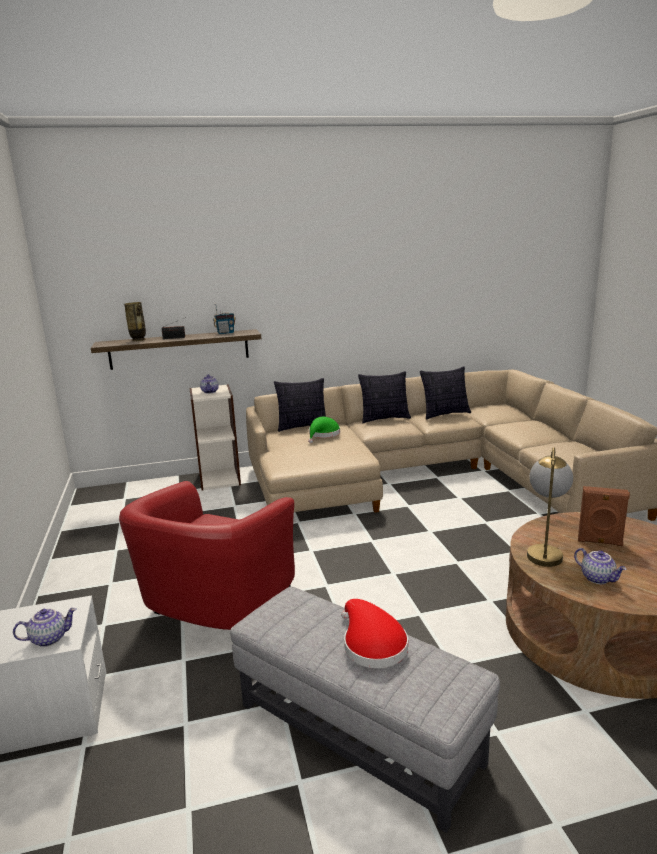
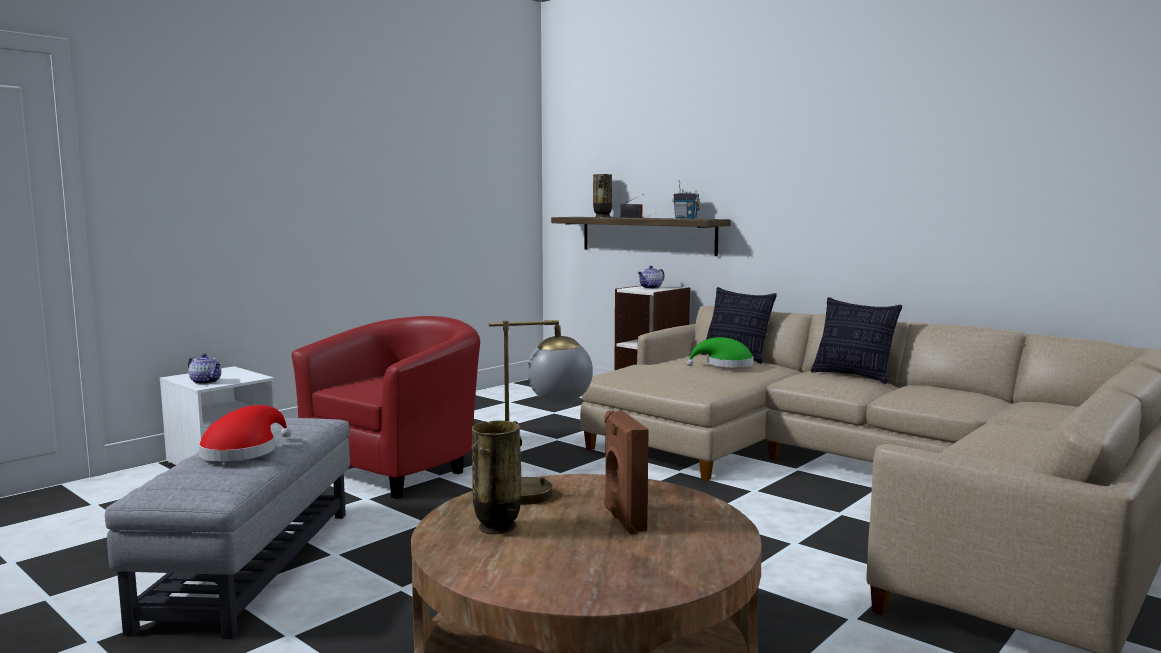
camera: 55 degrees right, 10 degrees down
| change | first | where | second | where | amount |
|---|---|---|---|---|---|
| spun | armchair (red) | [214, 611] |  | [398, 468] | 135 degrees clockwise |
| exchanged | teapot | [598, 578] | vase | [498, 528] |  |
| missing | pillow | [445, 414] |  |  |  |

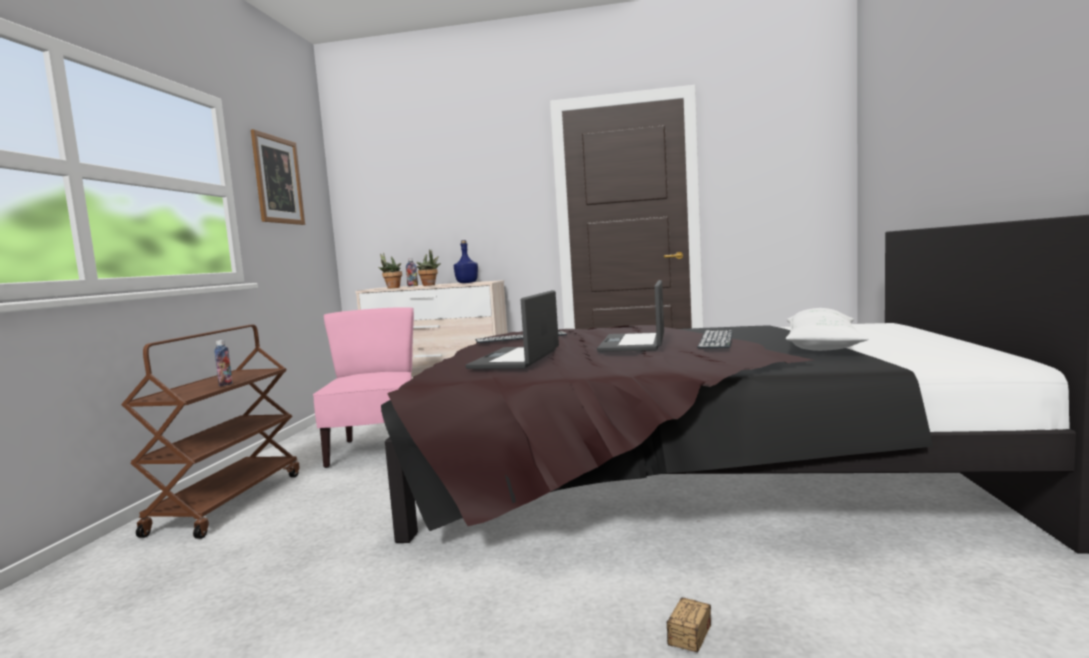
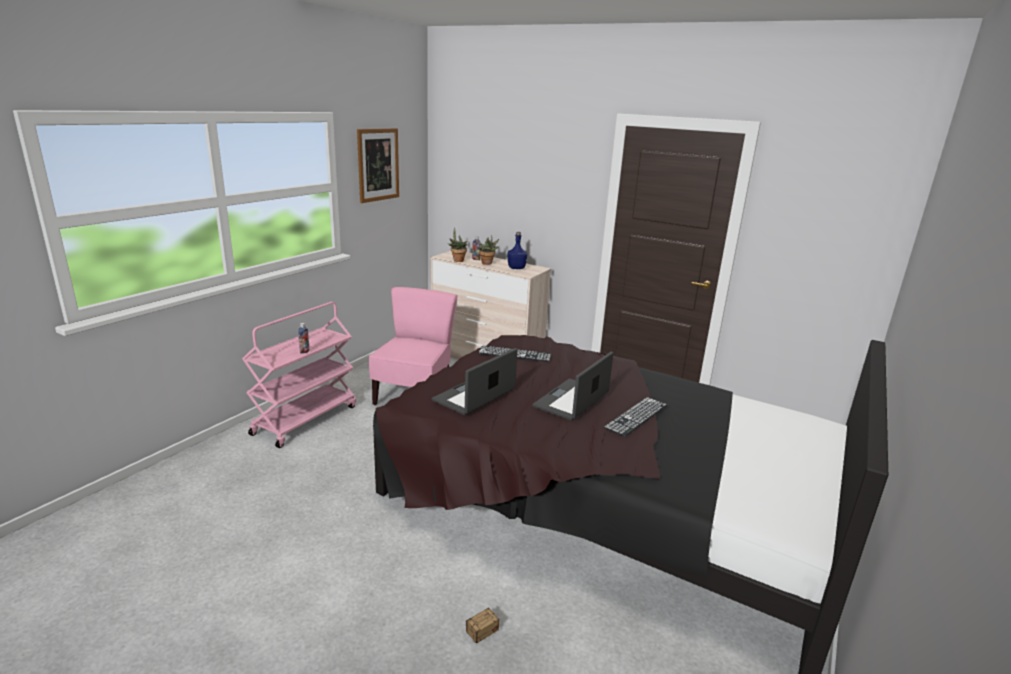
camera: 20 degrees right, 15 degrees up
| change | first | where | second | where | amount |
|---|---|---|---|---|---|
| colour | cart (brown) | [228, 502] | cart (pink) | [305, 419] |  |
| missing | pillow (white) | [822, 345] |  |  |  |

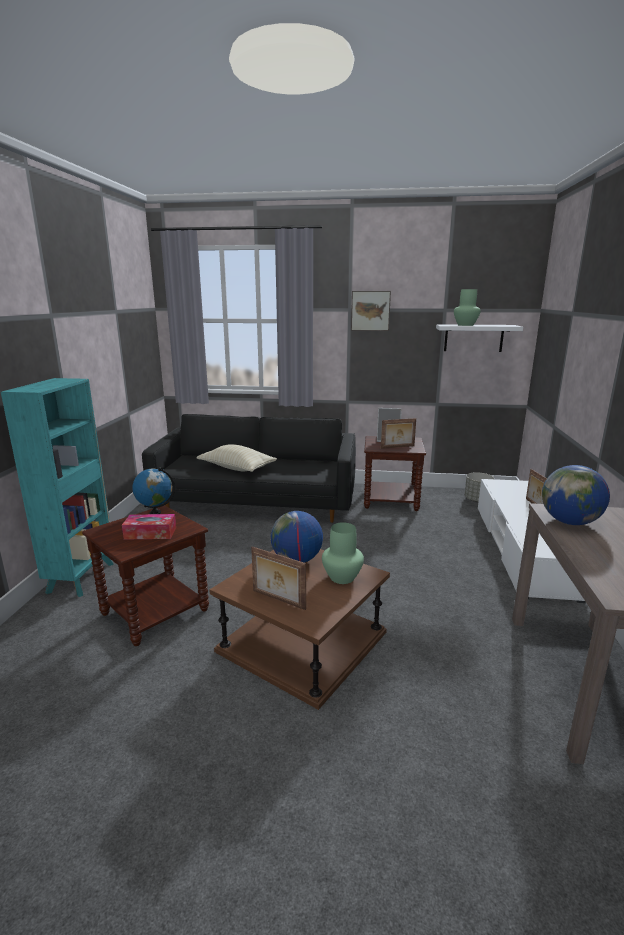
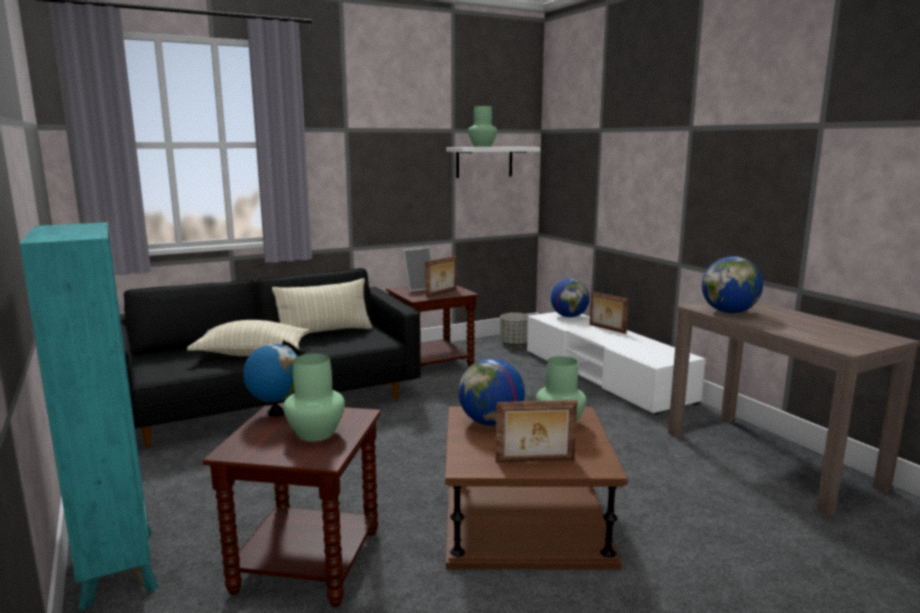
camera: 35 degrees left, 5 degrees down
| change | first | where | second | where | amount |
|---|---|---|---|---|---|
| appeared |  |  | pillow (beige) | [324, 333] |  |
| exchanged | tissue box | [150, 533] | vase (green) | [316, 433] |  |
| appeared |  |  | globe | [569, 316] |  |
| missing | picture | [370, 310] |  |  |  |

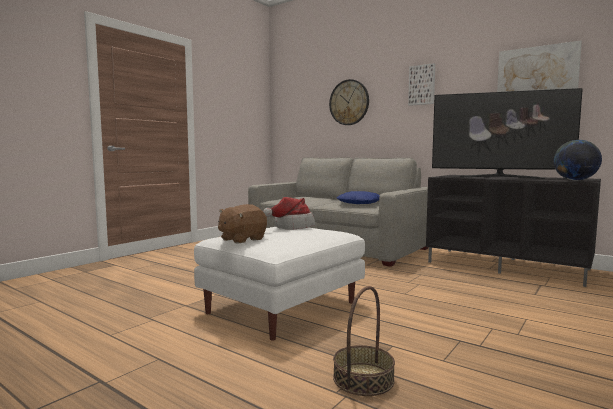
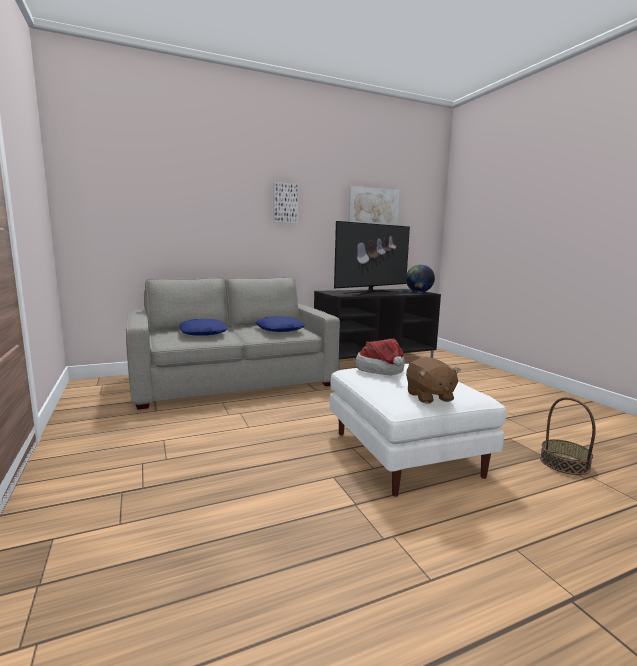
camera: 60 degrees left, 5 degrees up
| change | first | where | second | where | amount |
|---|---|---|---|---|---|
| appeared |  |  | pillow (blue) | [203, 333] |  |
| missing | wall clock | [349, 102] |  |  |  |

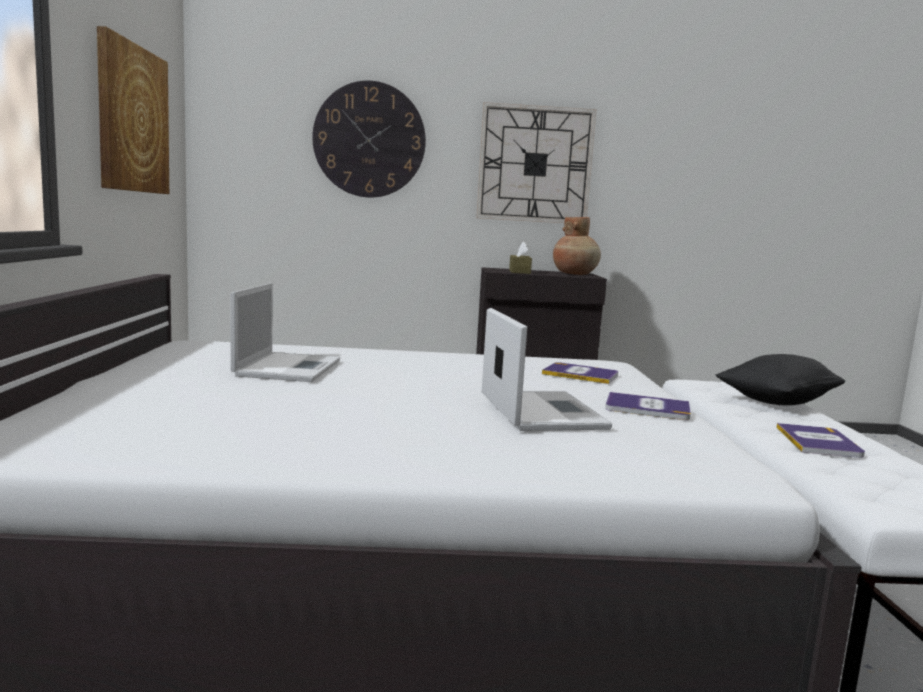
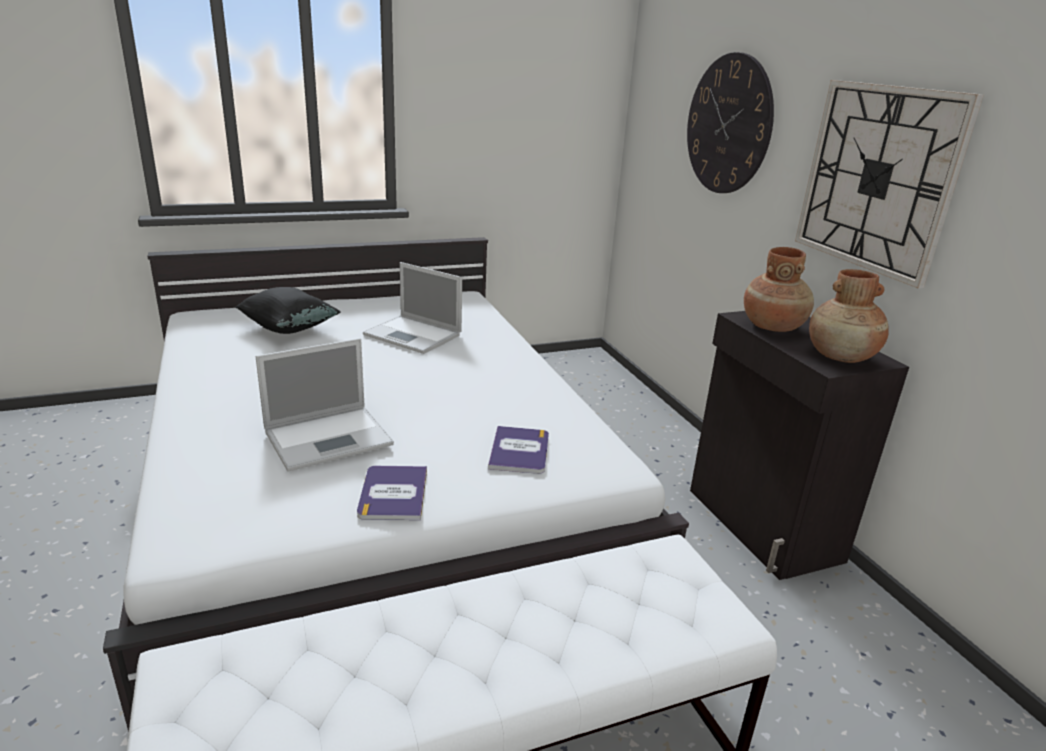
camera: 70 degrees right, 15 degrees up
| change | first | where | second | where | amount |
|---|---|---|---|---|---|
| relocated | pillow (black) | [777, 402] |  | [289, 328] |  |
| spun | laptop | [288, 367] |  | [414, 335] | 45 degrees clockwise |
| exchanged | tissue box (brown) | [519, 272] | vase (brown) | [772, 327] |  |
| missing | picture | [132, 119] |  |  |  |
| missing | book | [818, 442] |  |  |  |

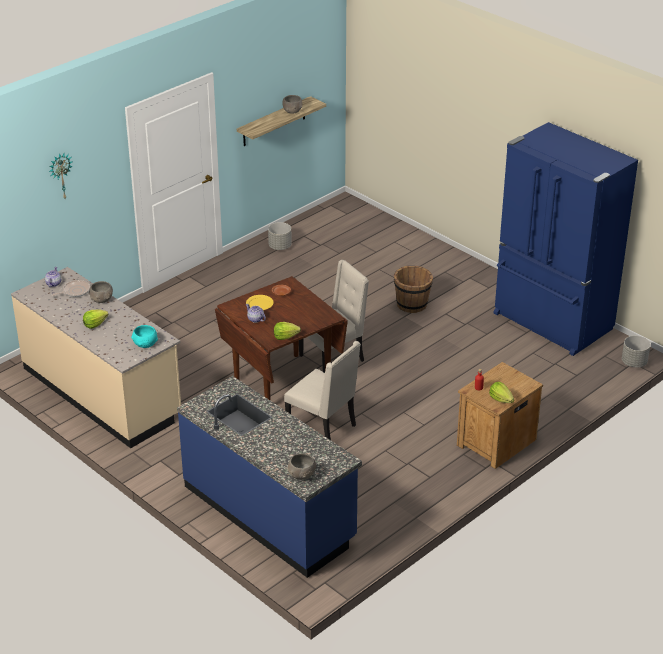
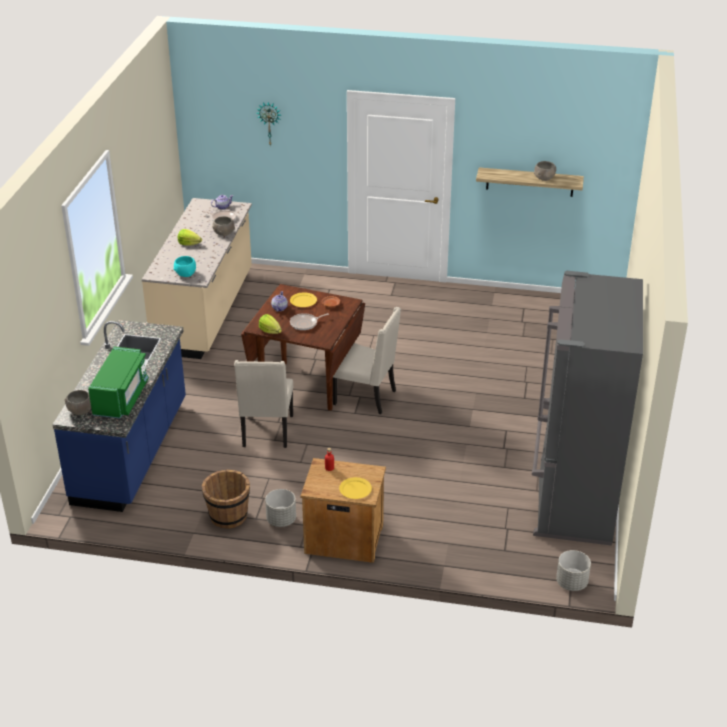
camera: 55 degrees right, 0 degrees up
| change | first | where | second | where | amount |
|---|---|---|---|---|---|
| appeared |  |  | microwave (green) | [121, 397] |  |
| relocated | bucket (brown) | [412, 304] |  | [228, 516] |  |
| relocated | planter (grey) | [280, 246] |  | [281, 520] |  |
| appeared |  |  | frying pan | [305, 324] |  |
| appeared |  |  | plate (yellow) | [355, 490] |  |
| colour | fridge (blue) | [551, 322] | fridge (grey) | [572, 500] |  |
| missing | lettuce | [501, 399] |  |  |  |

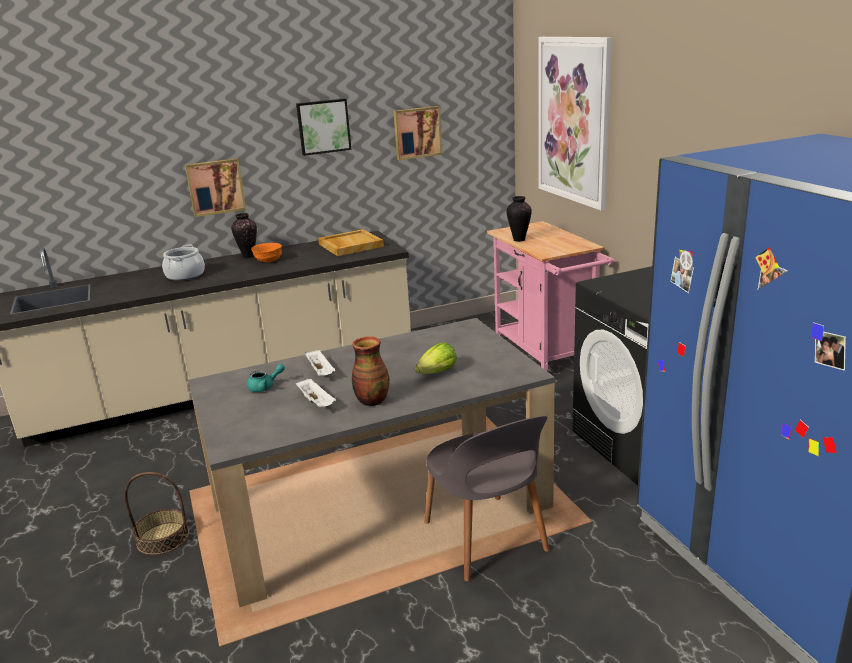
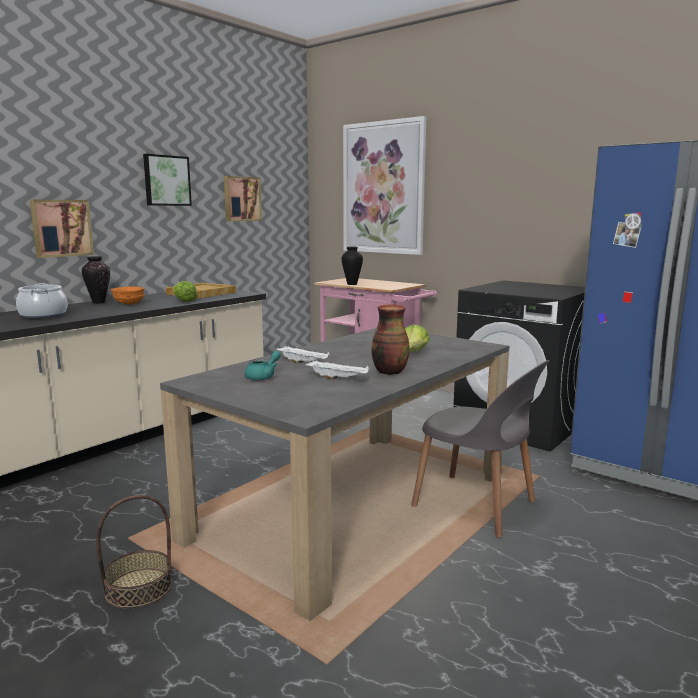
camera: 30 degrees left, 10 degrees down
| change | first | where | second | where | amount |
|---|---|---|---|---|---|
| appeared |  |  | lettuce | [183, 300] |  |

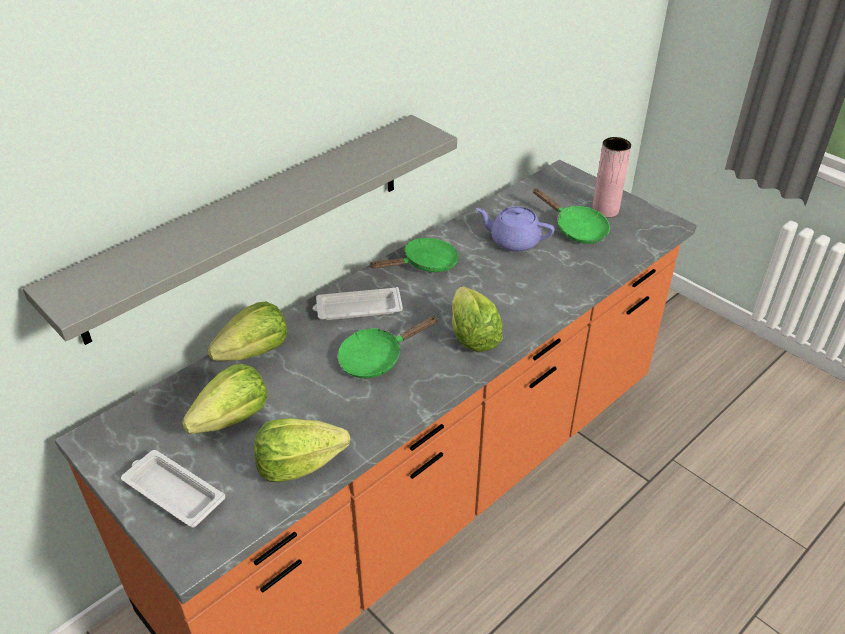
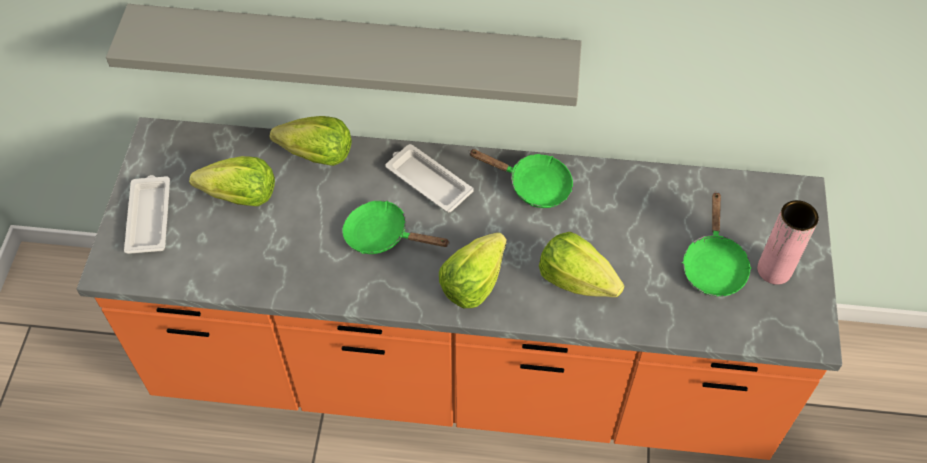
camera: 50 degrees right, 15 degrees up
| change | first | where | second | where | amount |
|---|---|---|---|---|---|
| relocated | lettuce | [299, 464] |  | [576, 280] |  |
| missing | teapot (purple) | [513, 241] |  |  |  |

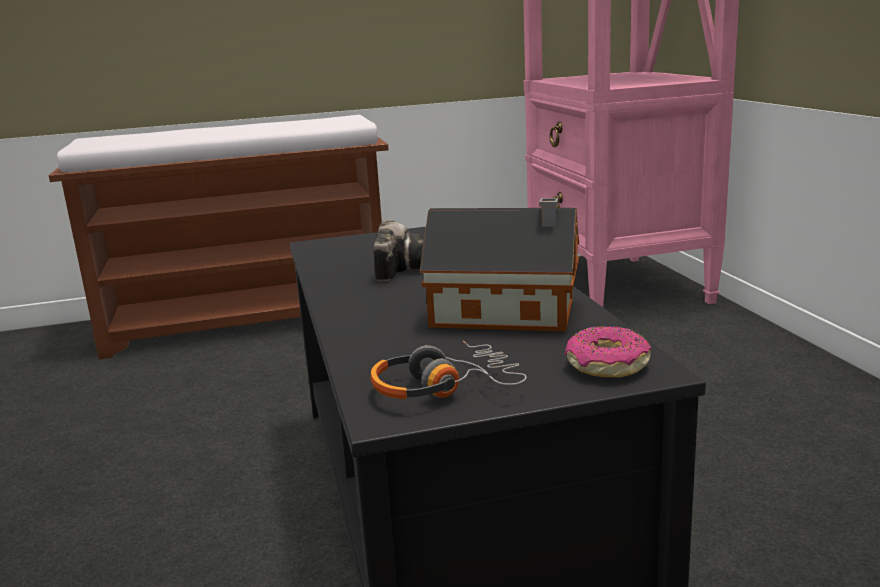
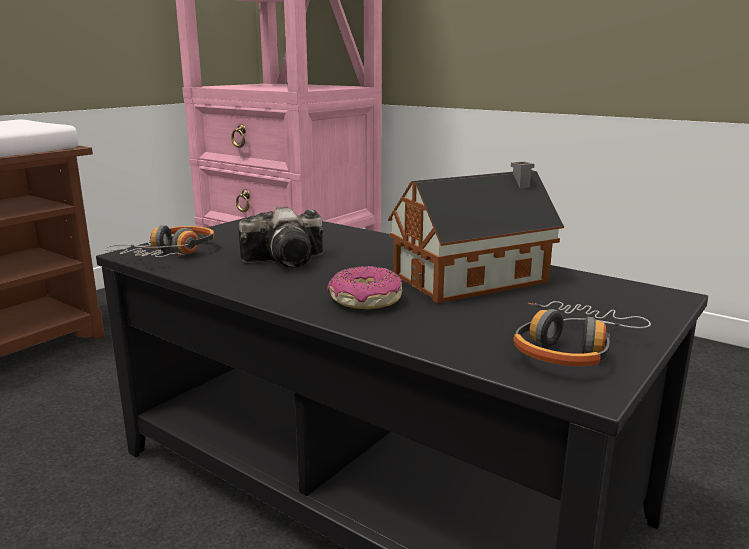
camera: 40 degrees left, 0 degrees up
| change | first | where | second | where | amount |
|---|---|---|---|---|---|
| appeared |  |  | headphones | [170, 254] |  |
| spun | photo camera | [400, 268] |  | [289, 260] | 105 degrees clockwise |
| relocated | donut | [606, 366] |  | [365, 300] |  |

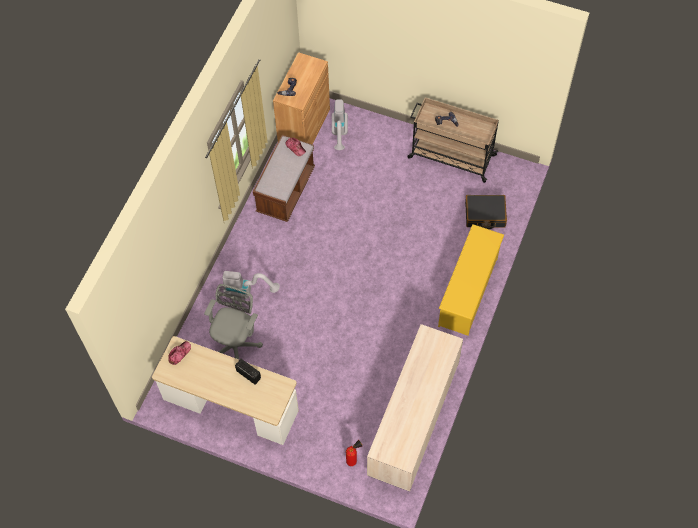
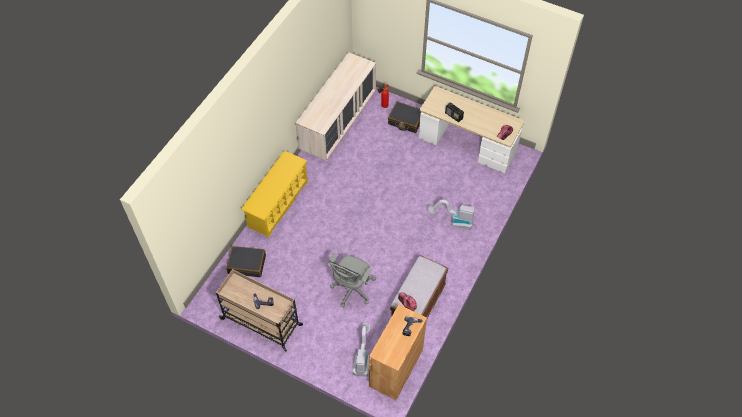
camera: 175 degrees left, 5 degrees down
| change | first | where | second | where | amount |
|---|---|---|---|---|---|
| relocated | office chair (grey) | [236, 344] |  | [352, 290] |  |
| appeared |  |  | suitcase (black) | [405, 121] |  |

